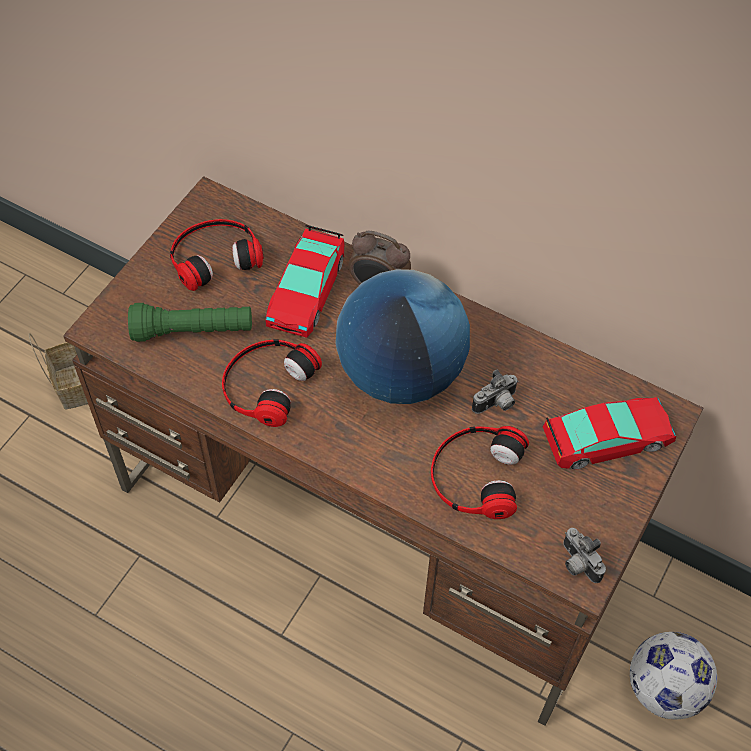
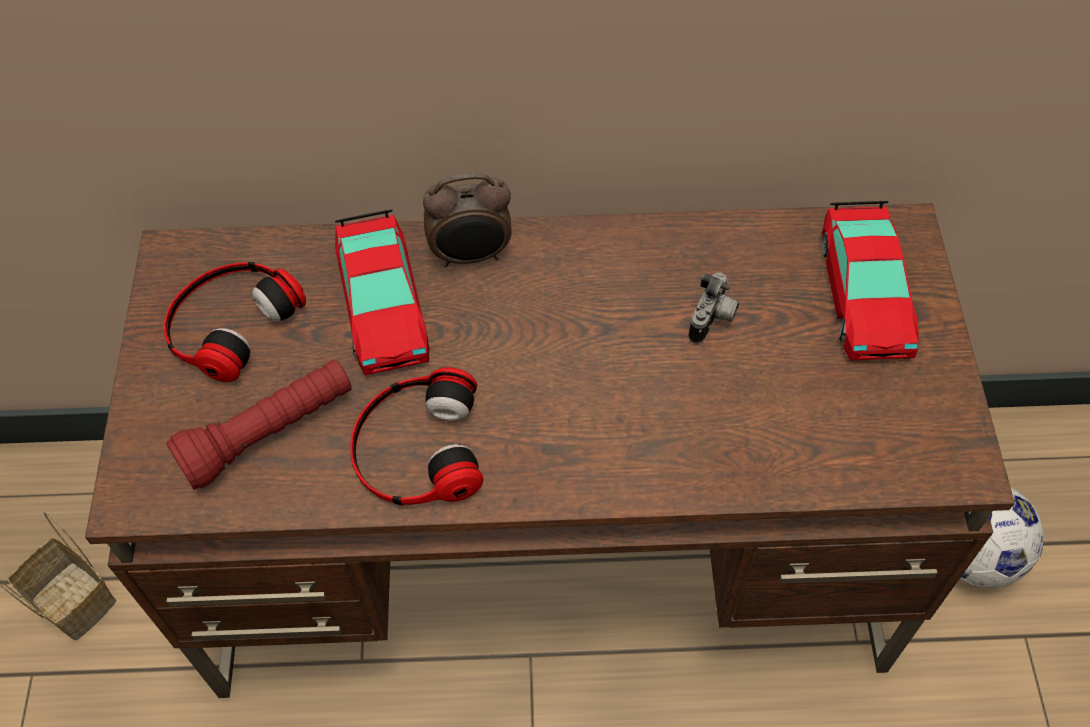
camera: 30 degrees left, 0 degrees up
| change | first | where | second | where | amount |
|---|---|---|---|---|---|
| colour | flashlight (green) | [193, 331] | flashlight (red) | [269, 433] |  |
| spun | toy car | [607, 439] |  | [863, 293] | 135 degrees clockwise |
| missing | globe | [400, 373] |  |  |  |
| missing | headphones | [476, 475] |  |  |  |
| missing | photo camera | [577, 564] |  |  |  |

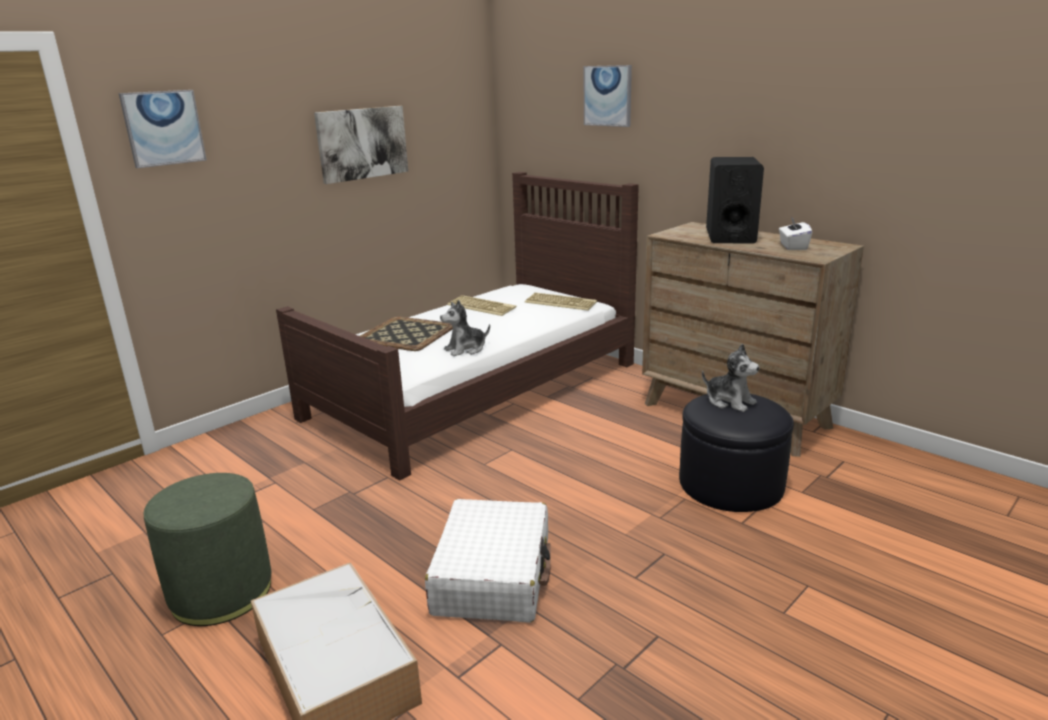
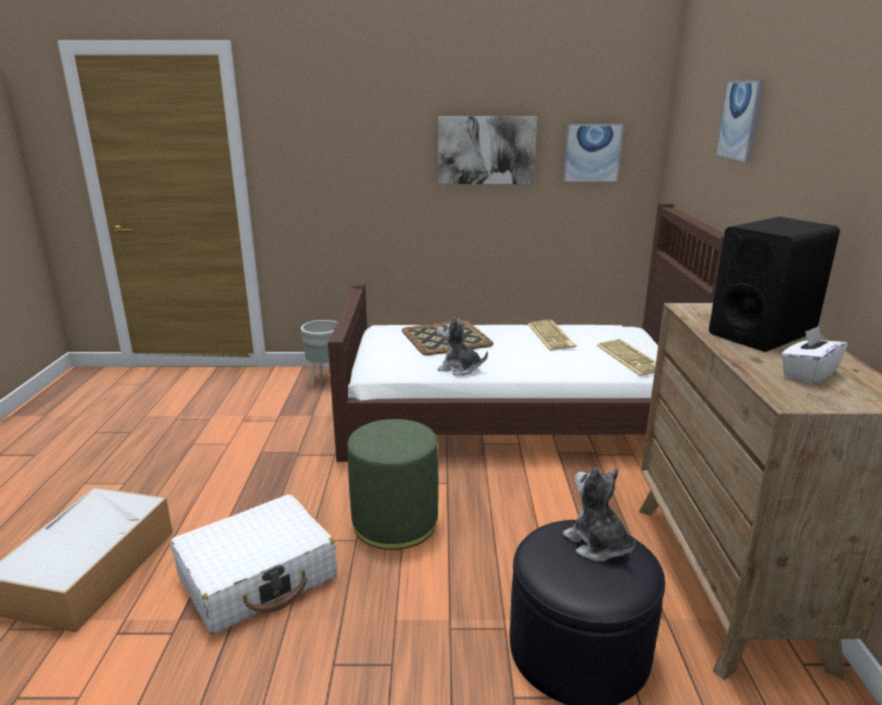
camera: 45 degrees right, 0 degrees up
| change | first | where | second | where | amount |
|---|---|---|---|---|---|
| appeared |  |  | planter (grey) | [325, 381] |  |
| relocated | ottoman (green) | [221, 592] |  | [395, 522] |  |
| relocated | picture | [163, 128] |  | [592, 153] |  |
| spun | plush toy | [729, 401] |  | [596, 544] | 150 degrees clockwise |

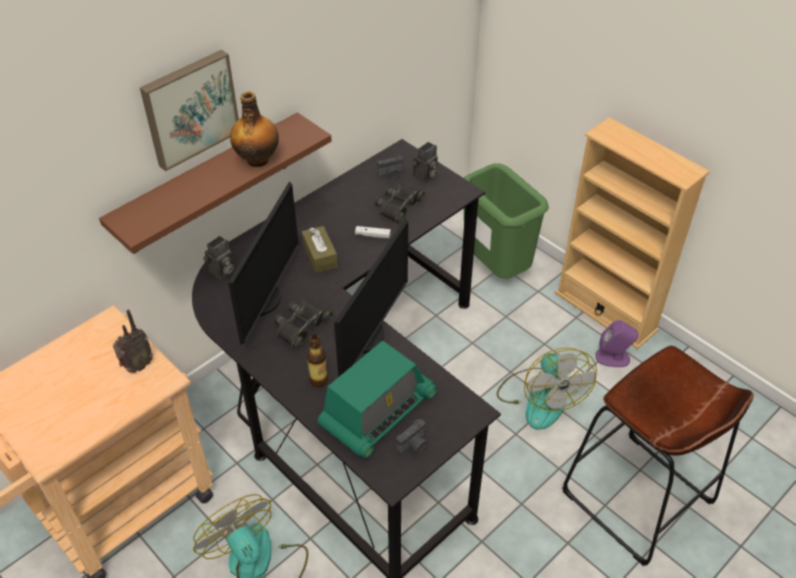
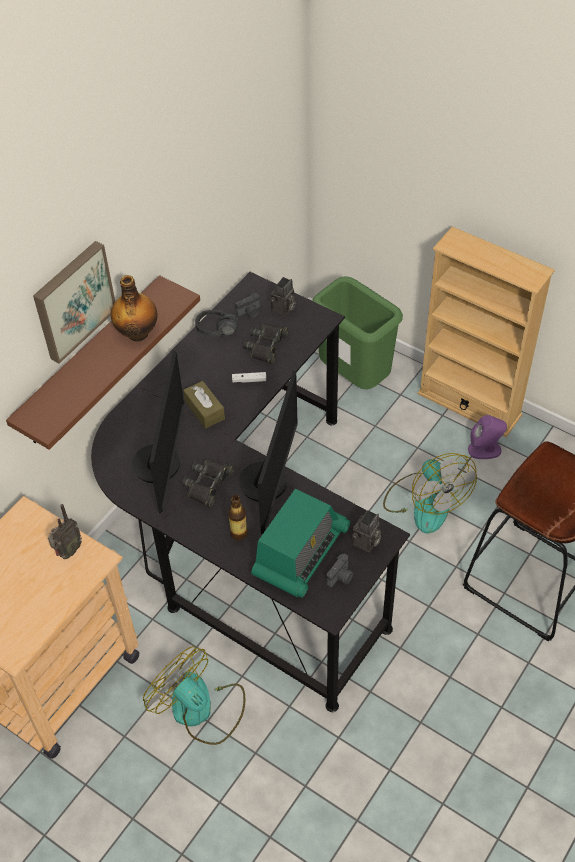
camera: 10 degrees left, 5 degrees up
| change | first | where | second | where | amount |
|---|---|---|---|---|---|
| appeared |  |  | headphones (black) | [216, 334] |  |
| relocated | photo camera | [221, 272] |  | [366, 543] |  |

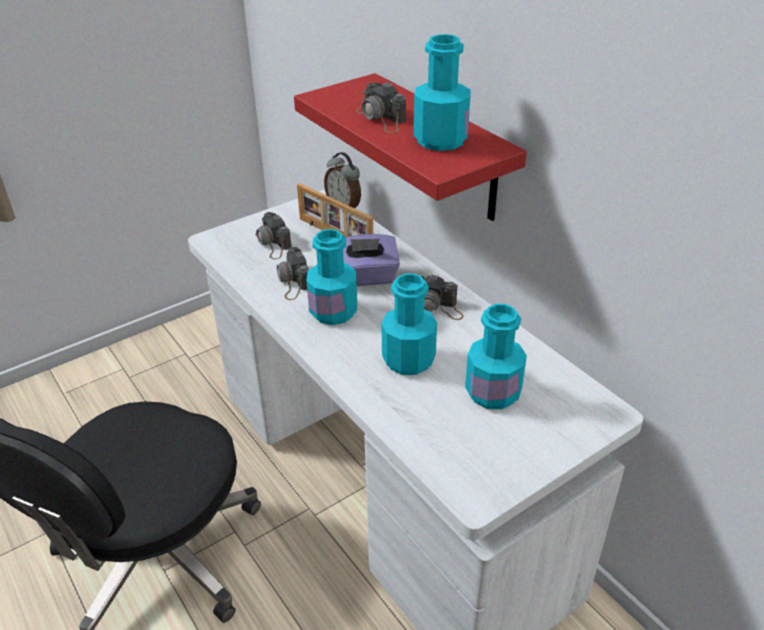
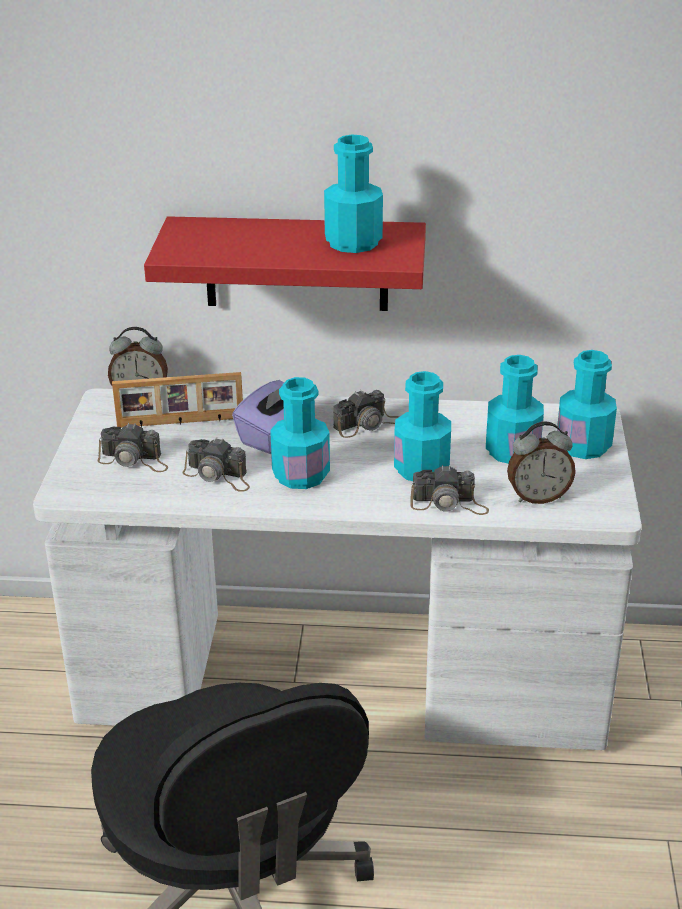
camera: 50 degrees left, 5 degrees down
| change | first | where | second | where | amount |
|---|---|---|---|---|---|
| relocated | photo camera | [381, 118] |  | [449, 504] |  |
| appeared |  |  | alarm clock | [538, 497] |  |
| appeared |  |  | bottle (turquoise) | [583, 446] |  |

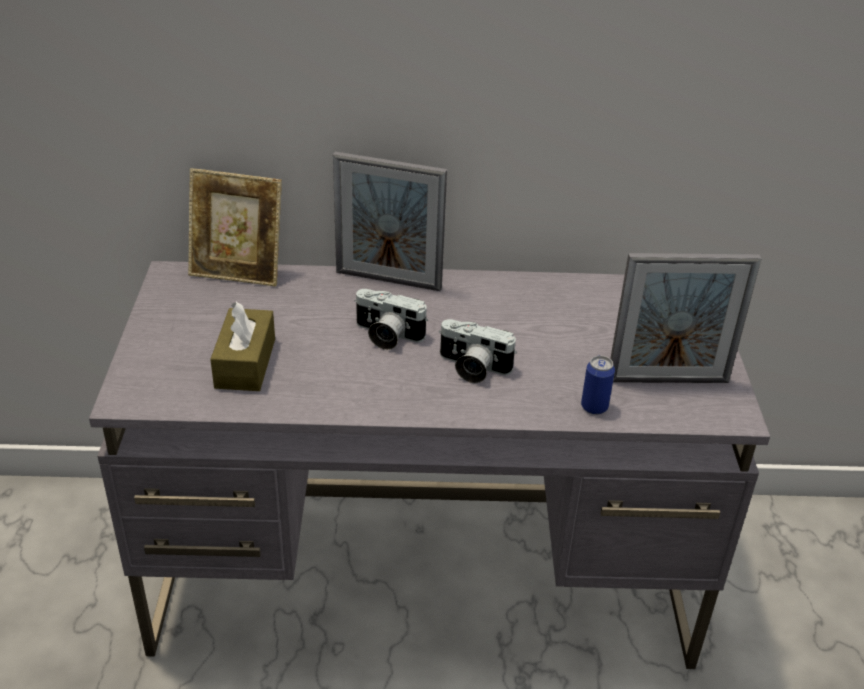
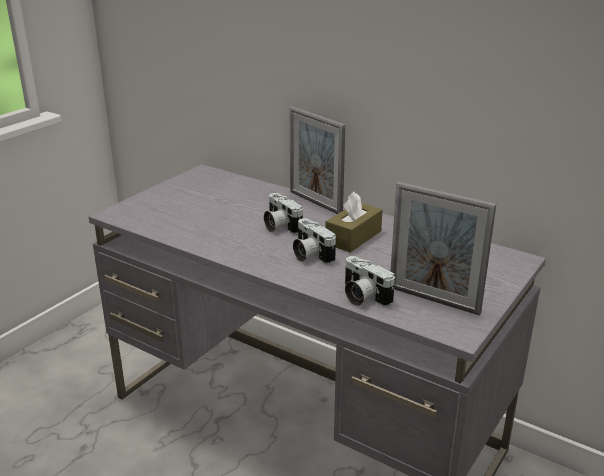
camera: 35 degrees right, 10 degrees down
| change | first | where | second | where | amount |
|---|---|---|---|---|---|
| relocated | tissue box (brown) | [245, 363] |  | [353, 237] |  |
| exchanged | can | [594, 407] | photo camera | [362, 296] |  |
| missing | picture frame | [238, 272] |  |  |  |

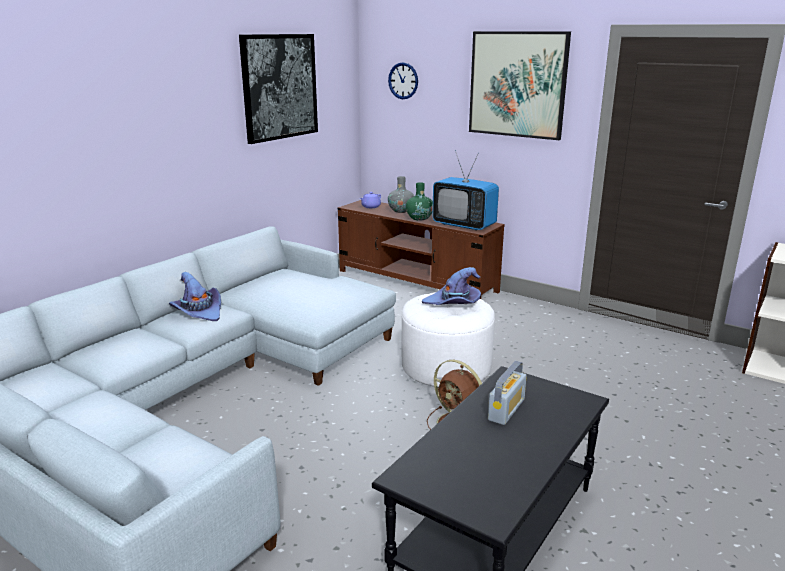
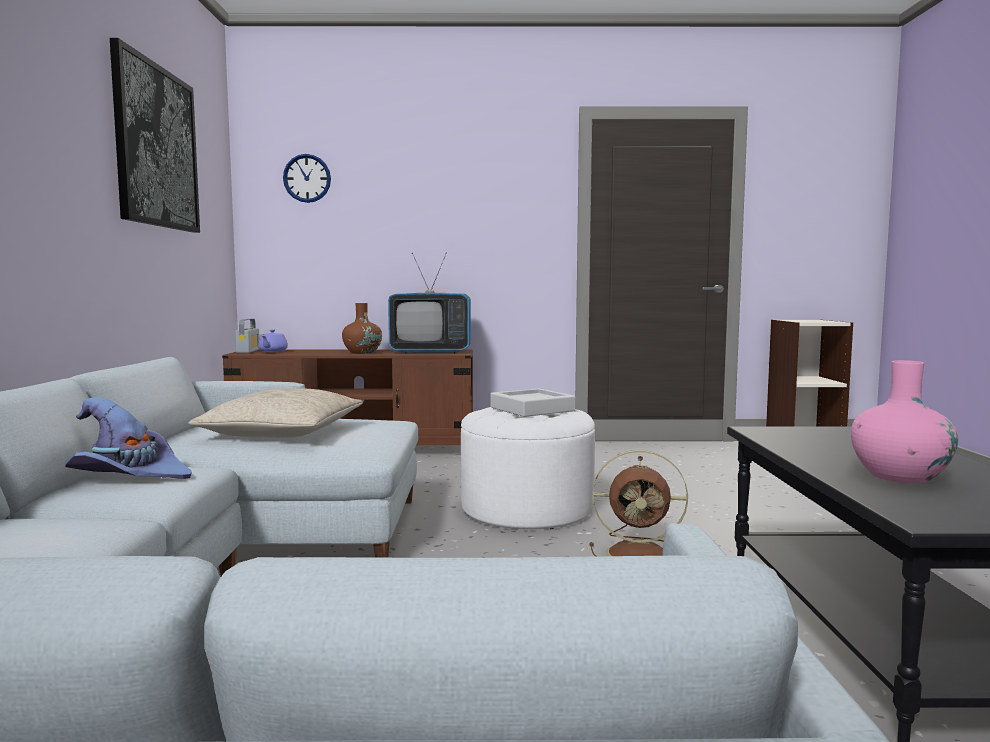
camera: 35 degrees left, 15 degrees down
| change | first | where | second | where | amount |
|---|---|---|---|---|---|
| appeared |  |  | pillow (beige) | [282, 432] |  |
| relocated | radio | [506, 409] |  | [248, 351] |  |
| colour | vase (green) | [419, 218] | vase (brown) | [362, 352] |  |
| exchanged | hat (purple) | [454, 303] | tray (grey) | [532, 409] |  |
| appeared |  |  | vase (pink) | [899, 476] |  |
| missing | vase (grey) | [401, 210] |  |  |  |
| missing | picture | [517, 84] |  |  |  |

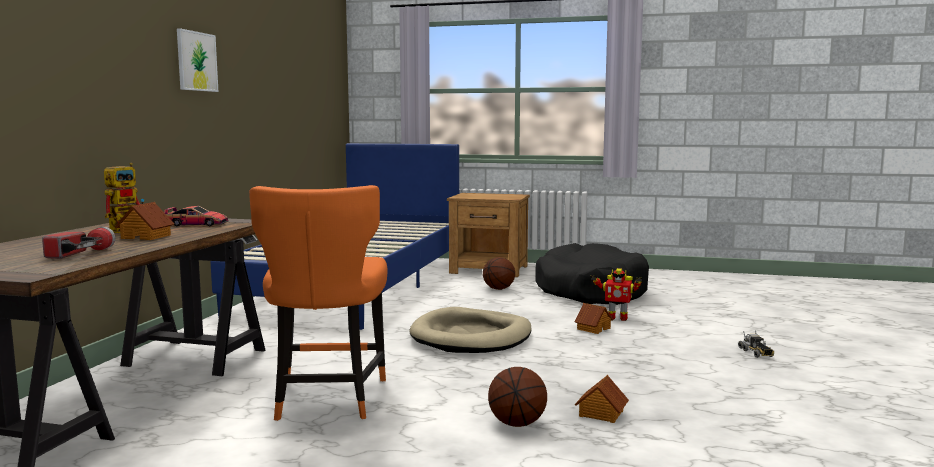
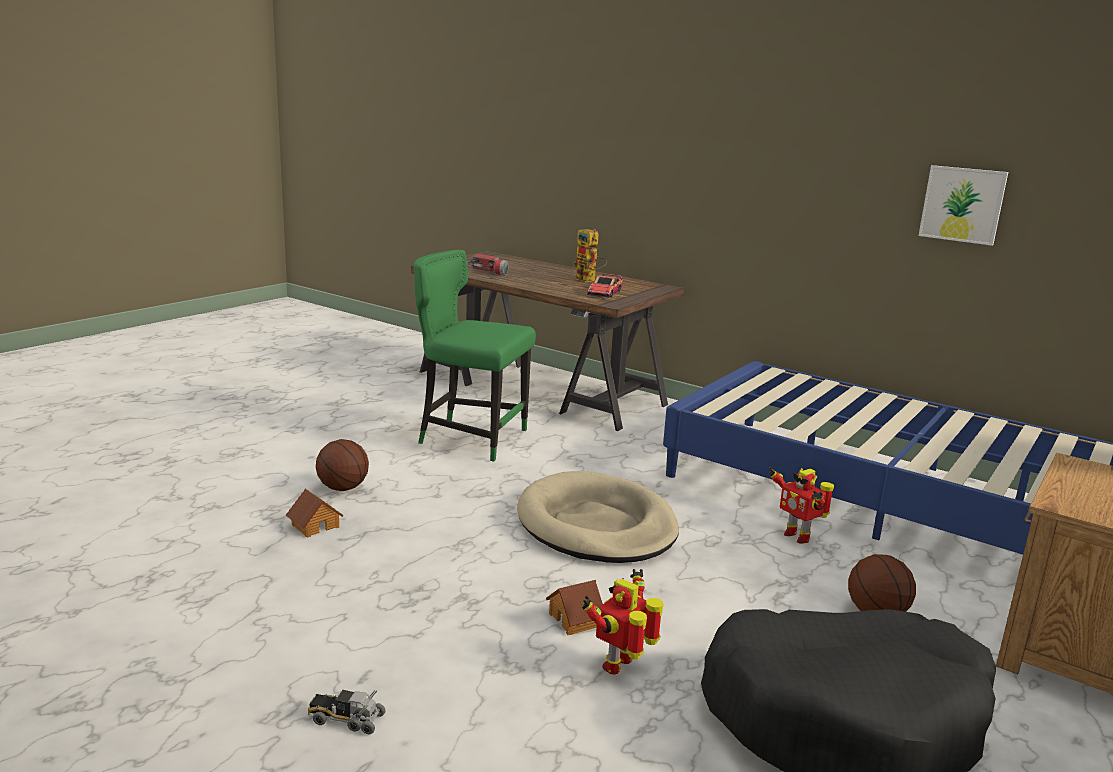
camera: 110 degrees right, 10 degrees up
| change | first | where | second | where | amount |
|---|---|---|---|---|---|
| colour | chair (orange) | [327, 400] | chair (green) | [470, 437] |  |
| appeared |  |  | toy robot | [797, 536] |  |
| relocated | picture | [196, 61] |  | [962, 204] |  |
| missing | toy house | [146, 236] |  |  |  |

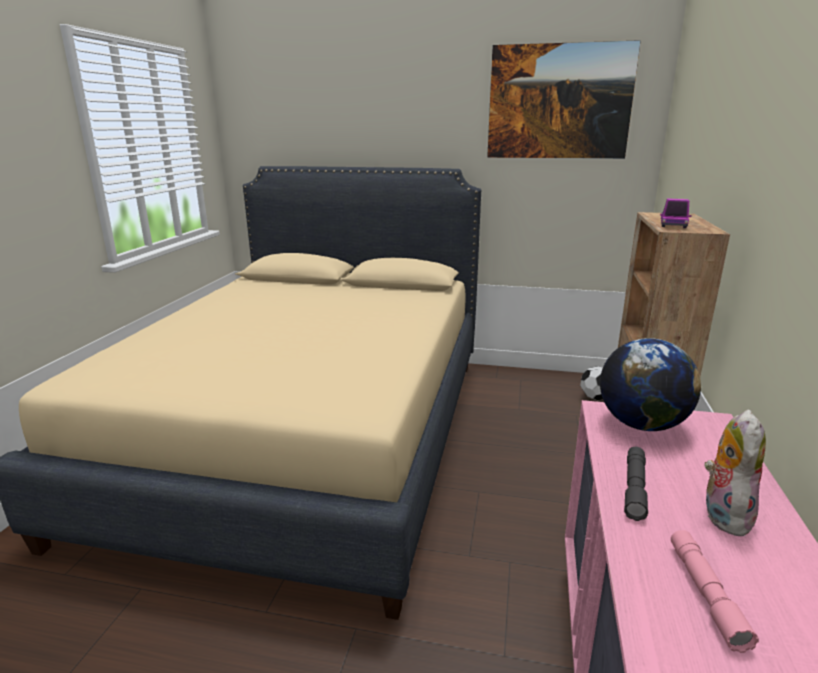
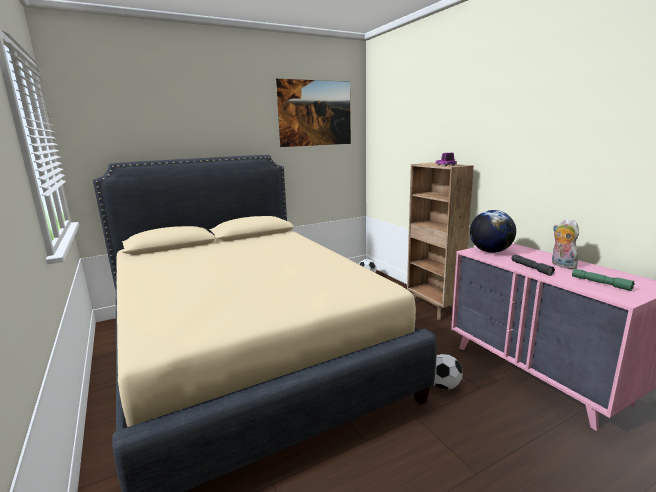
camera: 40 degrees left, 5 degrees down
| change | first | where | second | where | amount |
|---|---|---|---|---|---|
| appeared |  |  | football | [443, 386] |  |
| colour | flashlight (pink) | [705, 594] | flashlight (green) | [600, 283] |  |

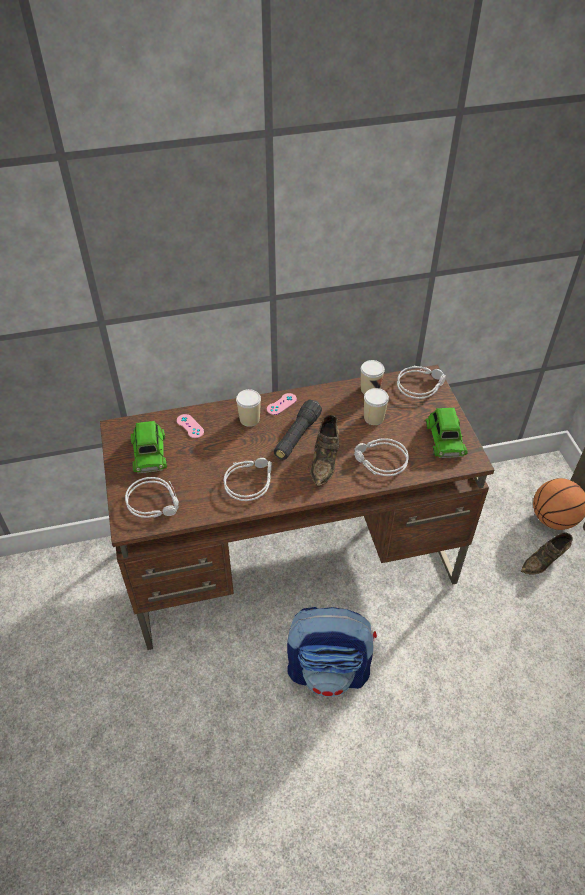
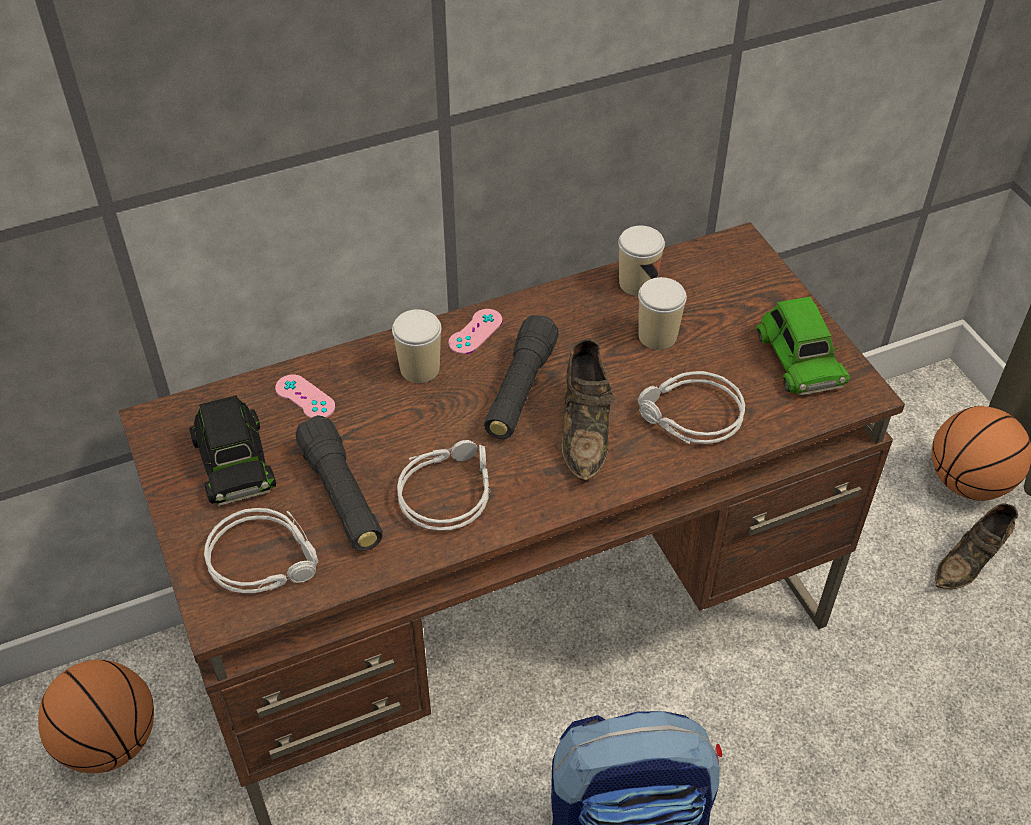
camera: 10 degrees left, 0 degrees up
| change | first | where | second | where | amount |
|---|---|---|---|---|---|
| appeared |  |  | basketball | [109, 742] |  |
| colour | toy car (green) | [149, 452] | toy car (black) | [233, 460] |  |
| appeared |  |  | flashlight (black) | [342, 496] |  |
| missing | headphones (grey) | [420, 384] |  |  |  |

